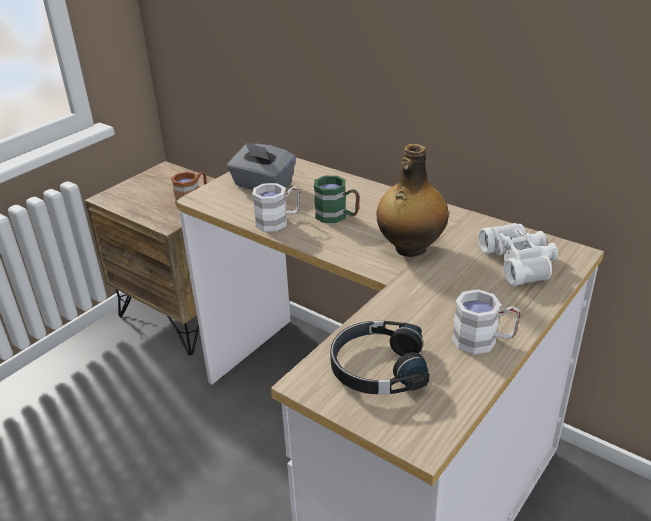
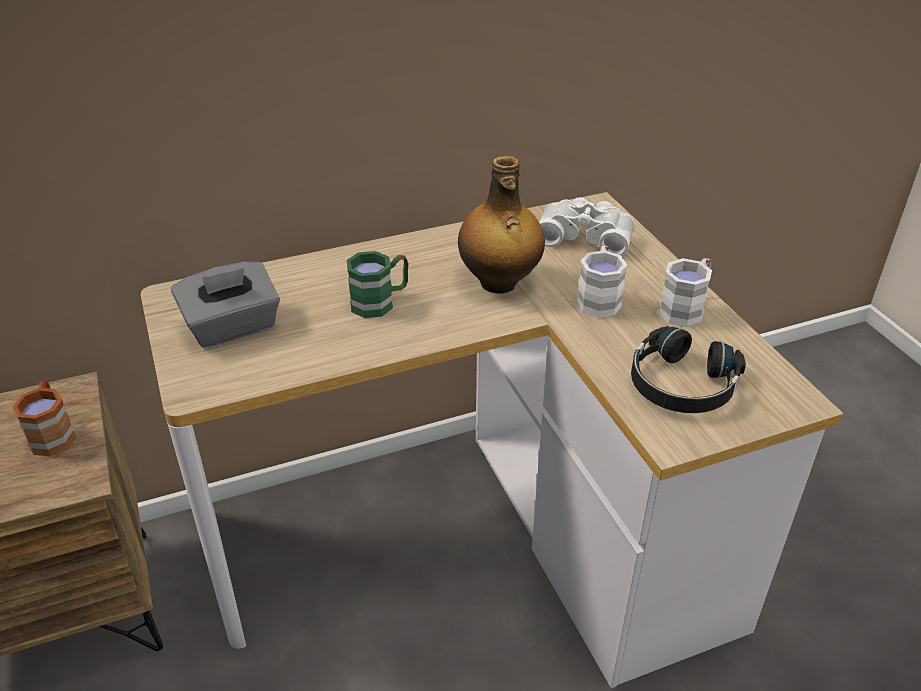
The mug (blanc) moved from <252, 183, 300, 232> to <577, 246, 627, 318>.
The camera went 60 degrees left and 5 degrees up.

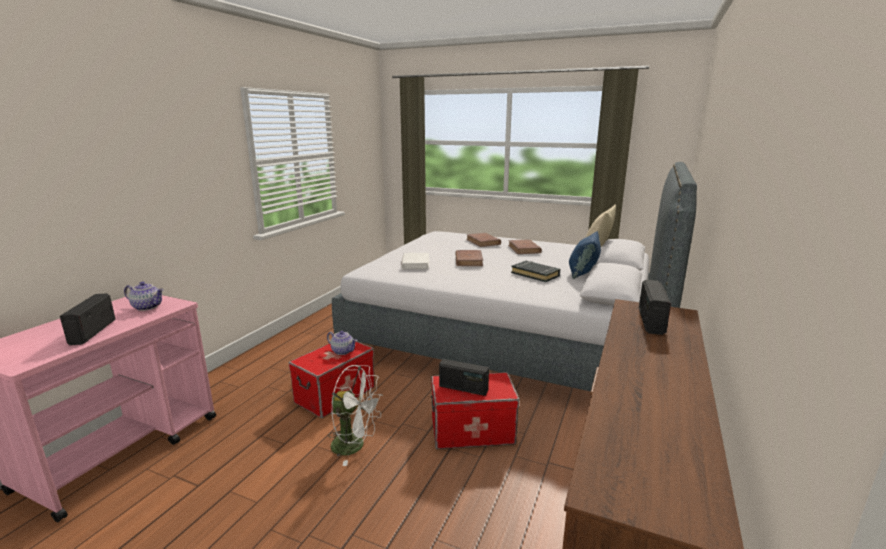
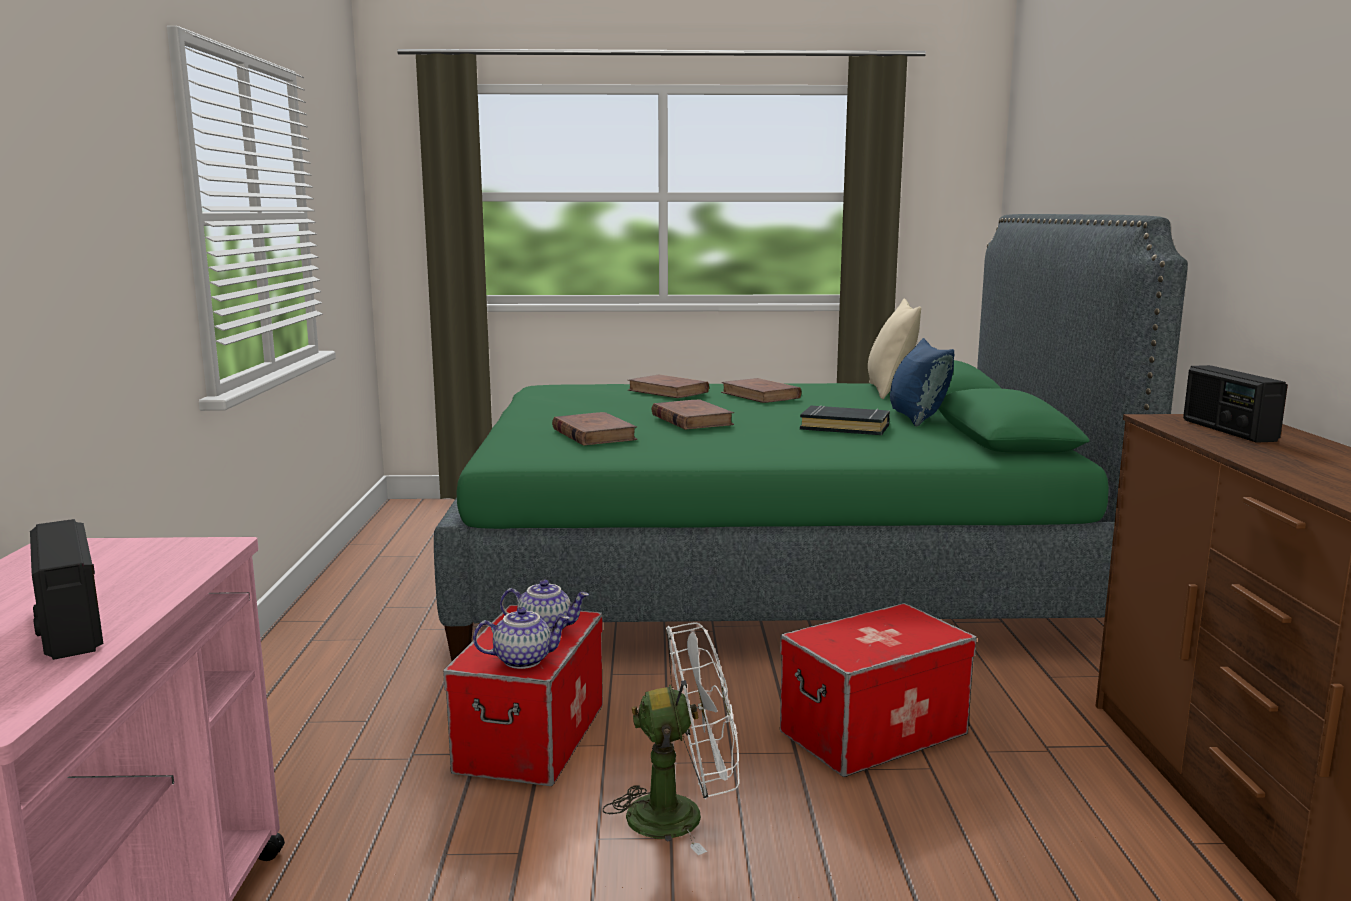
The lit (gris) at <332, 162, 697, 391> became the lit (vert) at <434, 214, 1188, 661>.
The théière moved from <124, 282, 164, 311> to <473, 607, 570, 669>.
The livre (blanc) at <401, 253, 429, 269> became the livre (marron) at <552, 412, 637, 446>.
The radio at <439, 359, 489, 396> disappeared.
The camera went 25 degrees left and 5 degrees down.

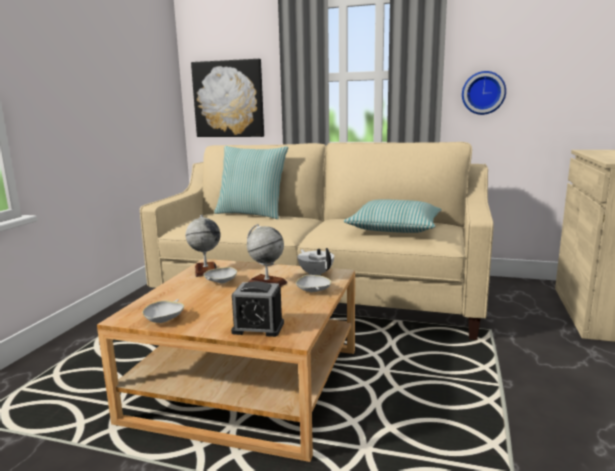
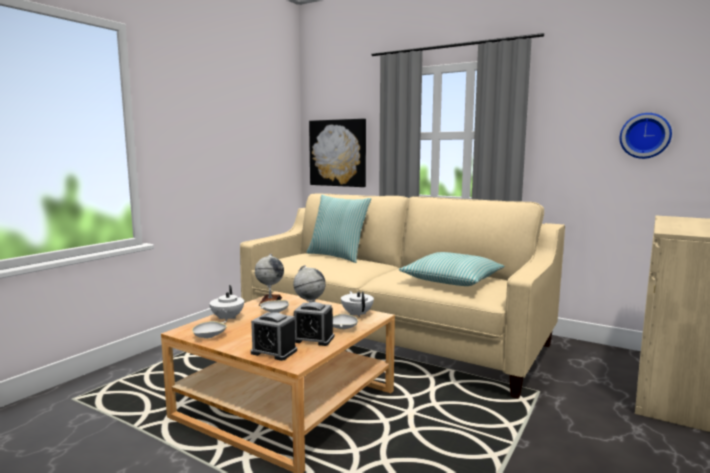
The théière (blanc) at <209, 285, 244, 322> appeared.
The réveil at <294, 302, 334, 346> appeared.
The horloge murale moved from <462, 71, 506, 115> to <620, 113, 672, 159>.
The camera went 15 degrees right and 5 degrees down.

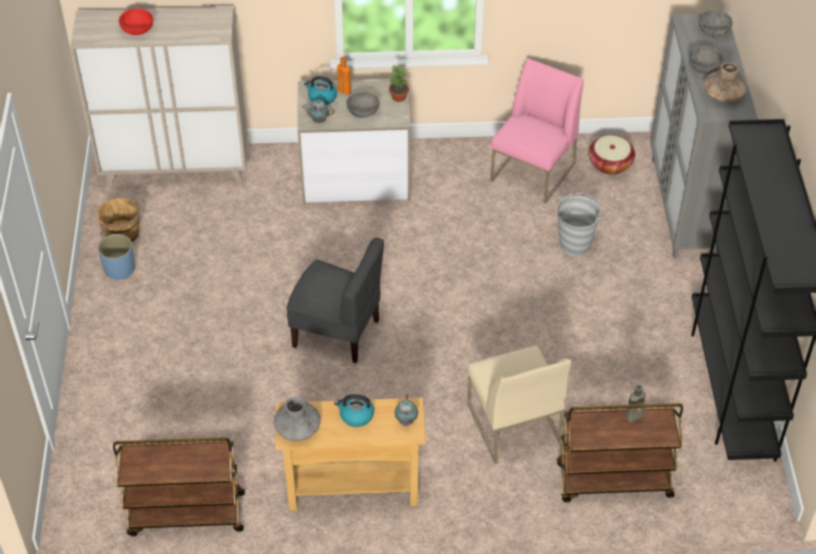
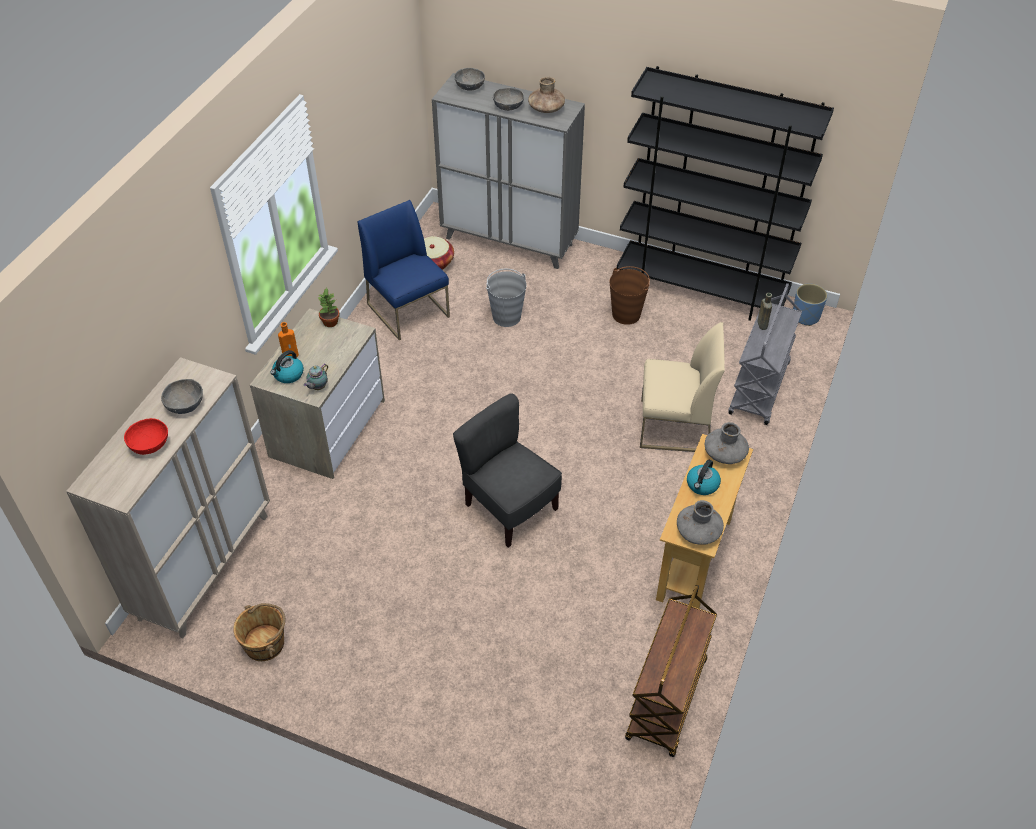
The bol (gris) moved from <346, 91, 380, 118> to <161, 379, 203, 414>.
The chaise (rose) at <490, 58, 584, 204> became the chaise (bleu) at <358, 200, 450, 340>.
The chaise (gris) at <286, 238, 384, 363> turned 90 degrees counterclockwise.
The seau (marron) at <610, 266, 650, 325> appeared.
The théière at <395, 394, 418, 426> was replaced by the vase (gris) at <705, 422, 749, 464>.
The chariot (marron) at <557, 403, 683, 502> became the chariot (gris) at <728, 283, 802, 425>.
The cache-pot (bleu) moved from <98, 234, 135, 280> to <793, 284, 827, 326>.
The camera went 65 degrees left and 0 degrees up.

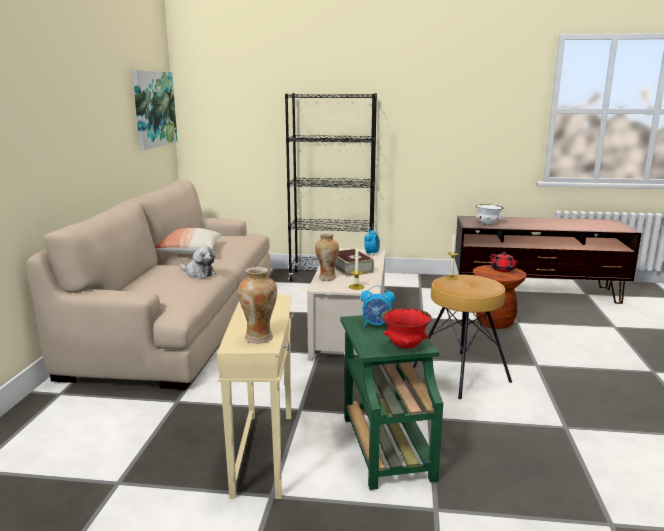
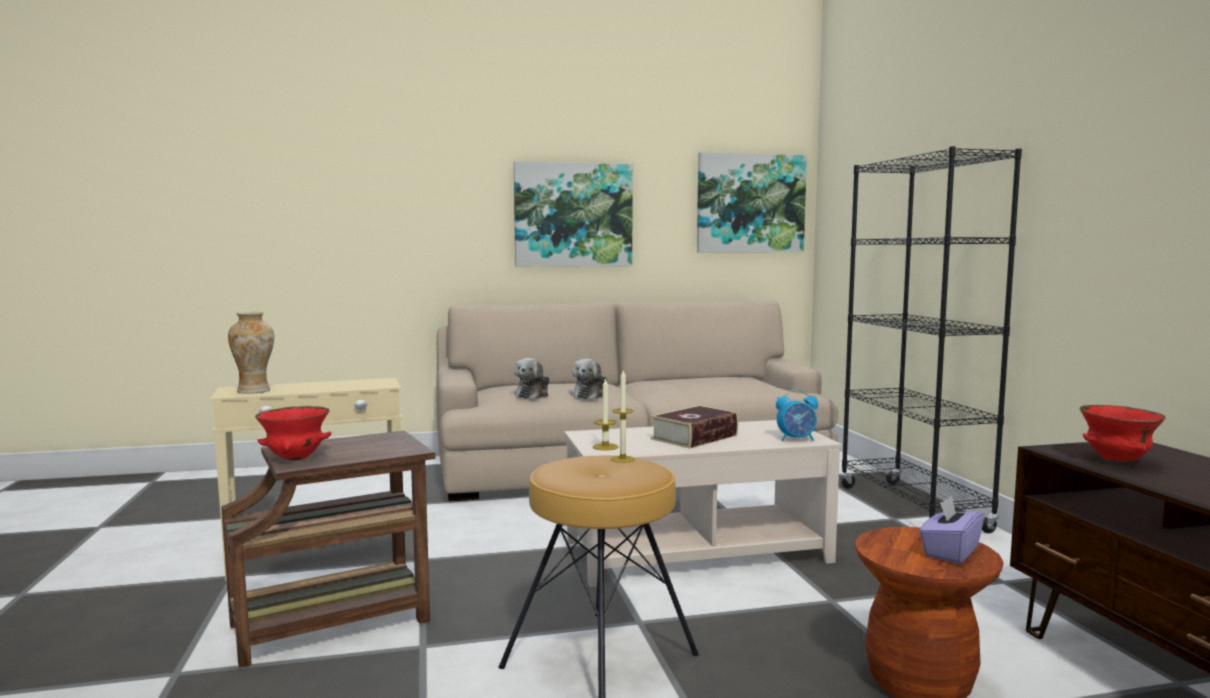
The table d'appoint (vert) at <340, 315, 443, 490> became the table d'appoint (marron) at <221, 431, 435, 668>.
The tableau at <514, 161, 633, 267> appeared.
The peluche at <514, 358, 549, 399> appeared.
The théière (rouge) at <490, 252, 519, 272> was replaced by the boîte à mouchoirs (violet) at <919, 495, 984, 564>.
The bol (blanc) at <476, 204, 503, 225> became the bol (rouge) at <1080, 405, 1166, 462>.
The coussin at <155, 228, 221, 254> disappeared.
The vase at <315, 233, 339, 281> disappeared.
The réveil at <361, 285, 395, 327> disappeared.
The camera went 70 degrees right and 10 degrees down.

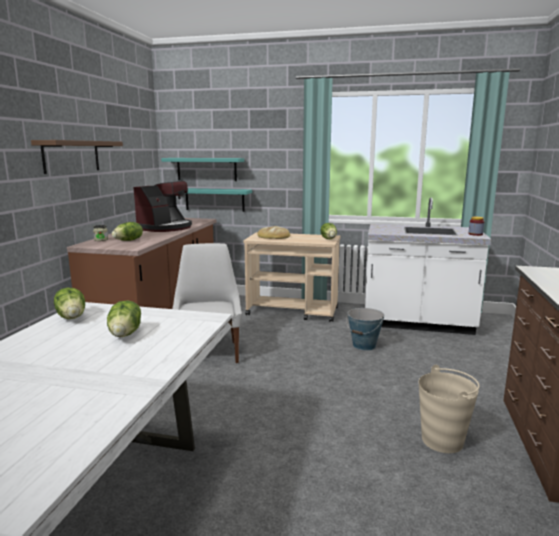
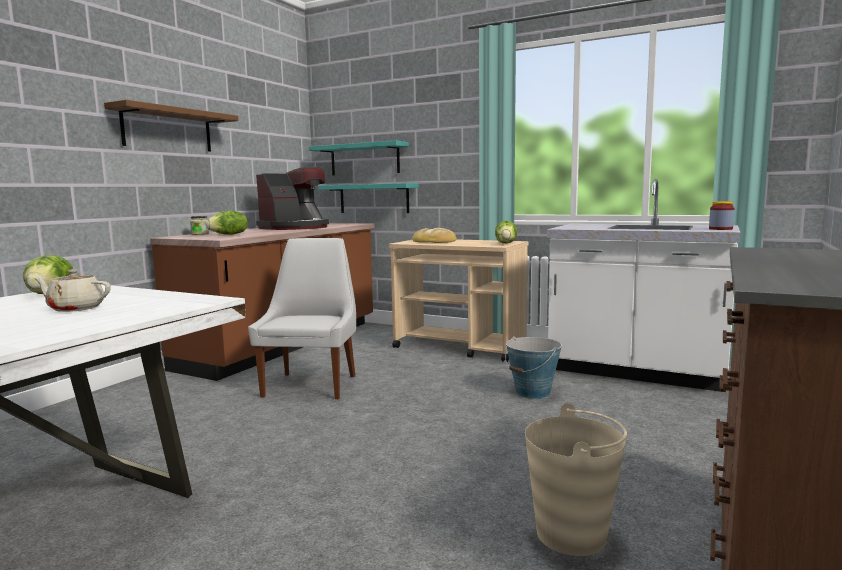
The laitue at <107, 301, 141, 337> was replaced by the théière (beige) at <34, 269, 111, 312>.
The camera went 15 degrees right and 5 degrees down.

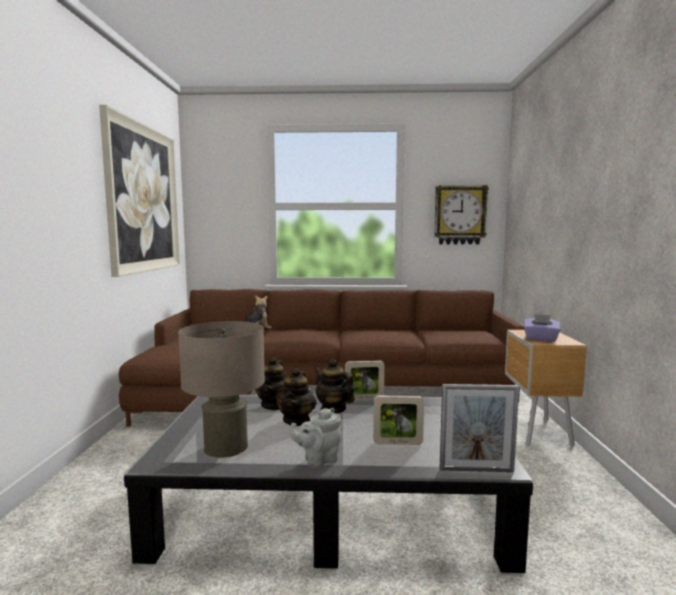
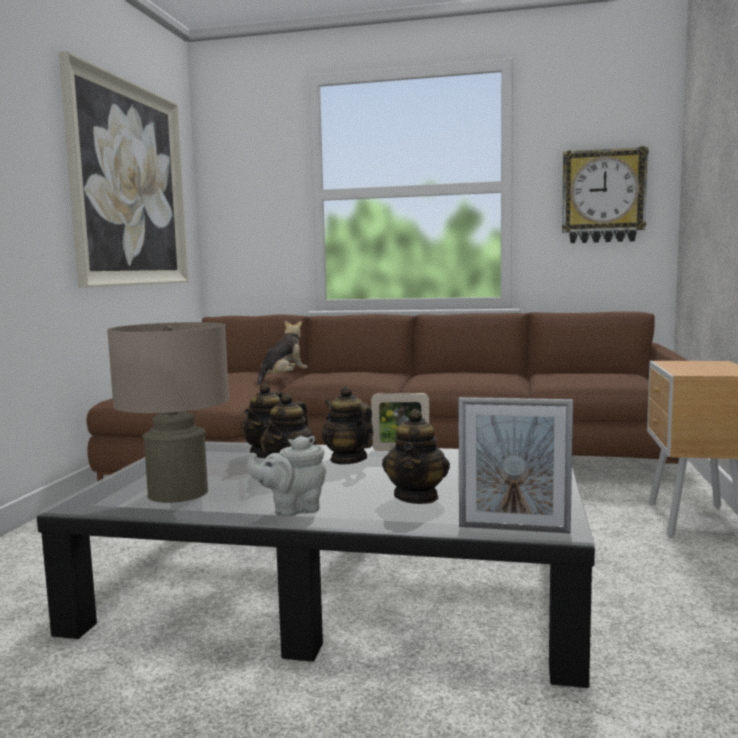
The cadre photo at <373, 395, 424, 445> was replaced by the théière at <382, 409, 450, 504>.
The boîte à mouchoirs (violet) at <524, 314, 560, 342> disappeared.
The camera went 10 degrees right and 0 degrees up.

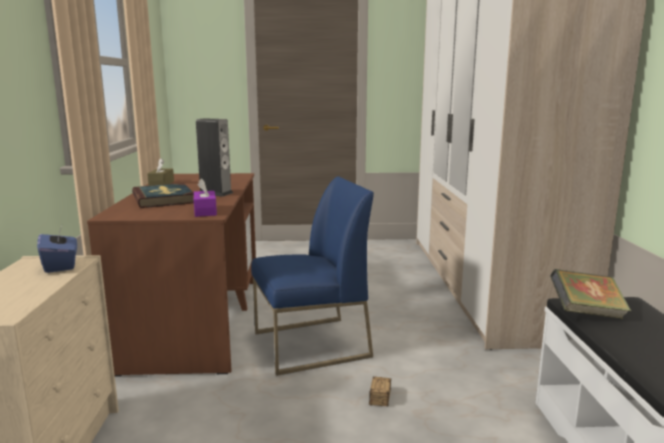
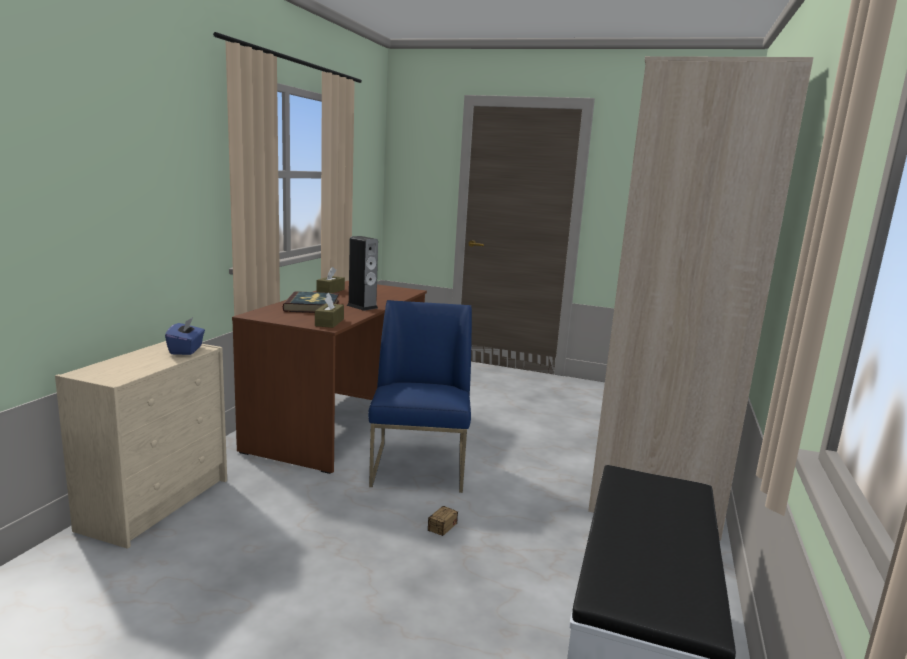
The boîte à mouchoirs (violet) at <194, 178, 217, 217> became the boîte à mouchoirs (marron) at <315, 293, 344, 328>.
The chaise (bleu) at <251, 176, 374, 376> turned 90 degrees counterclockwise.
The livre at <550, 269, 631, 319> disappeared.
The camera went 20 degrees right and 0 degrees up.

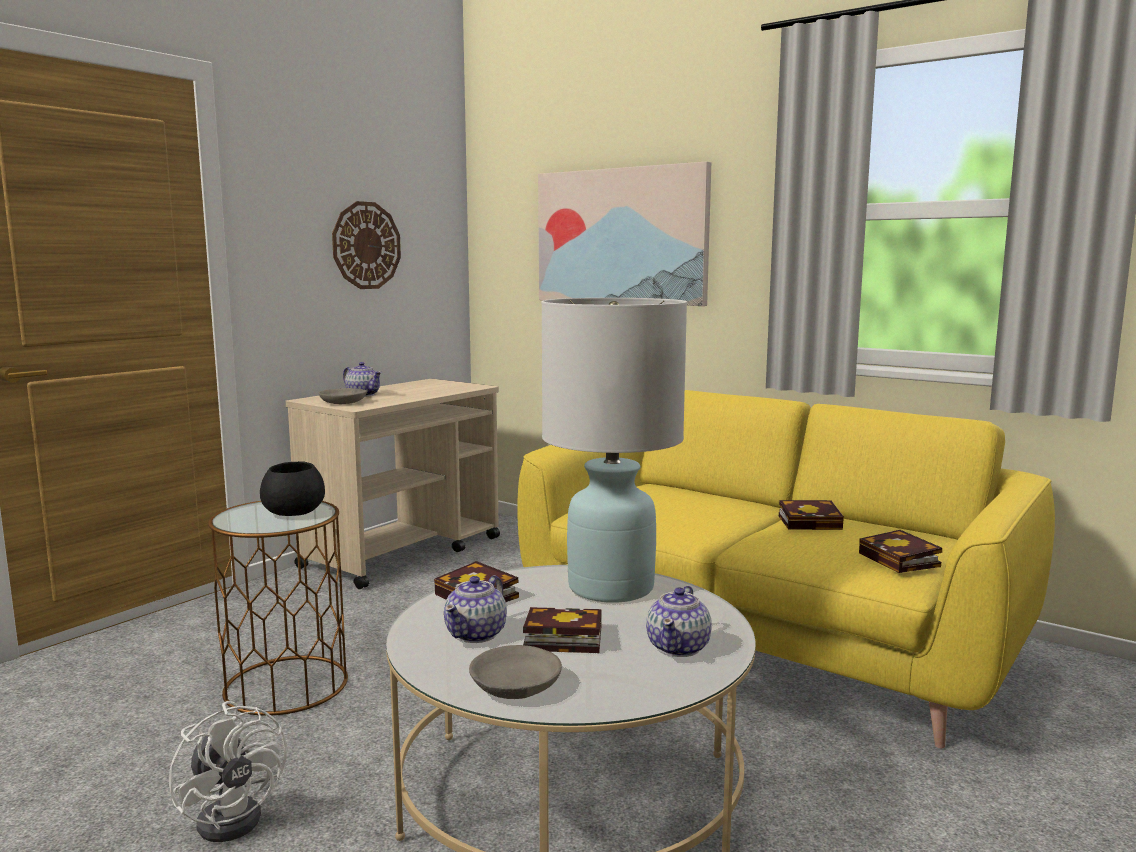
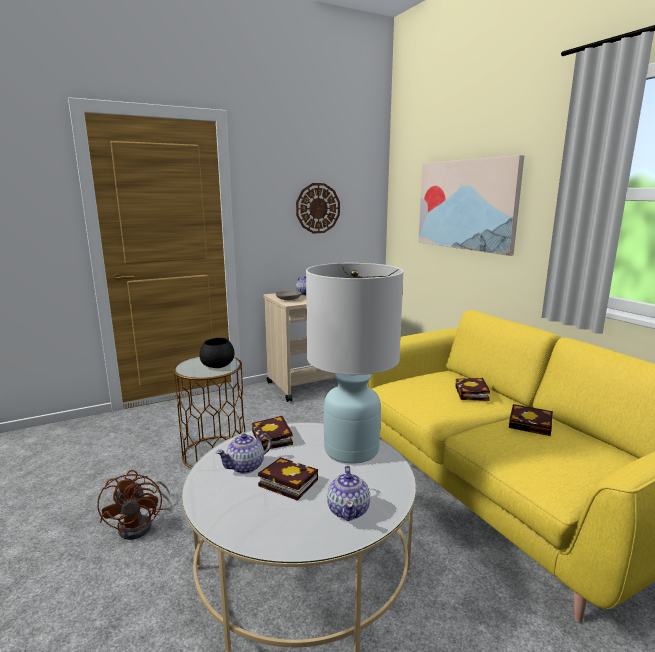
The ventilateur (blanc) at <169, 701, 287, 842> became the ventilateur (marron) at <97, 470, 171, 540>.
The théière at <646, 586, 712, 657> turned 45 degrees counterclockwise.
The livre moved from <859, 530, 942, 573> to <455, 378, 490, 401>.
The bol (gris) at <469, 645, 562, 699> disappeared.
The camera went 25 degrees right and 5 degrees up.

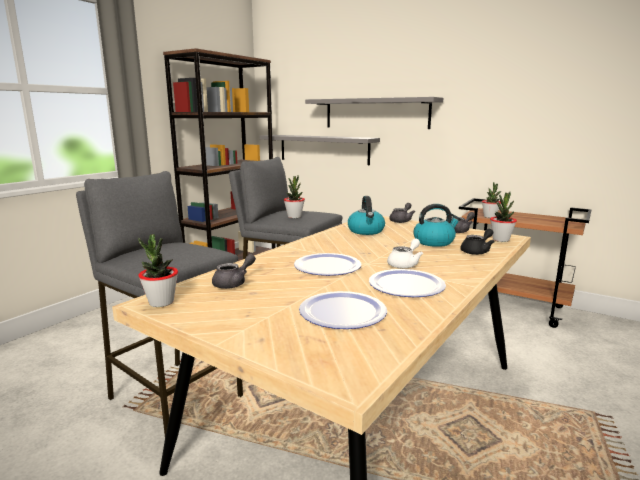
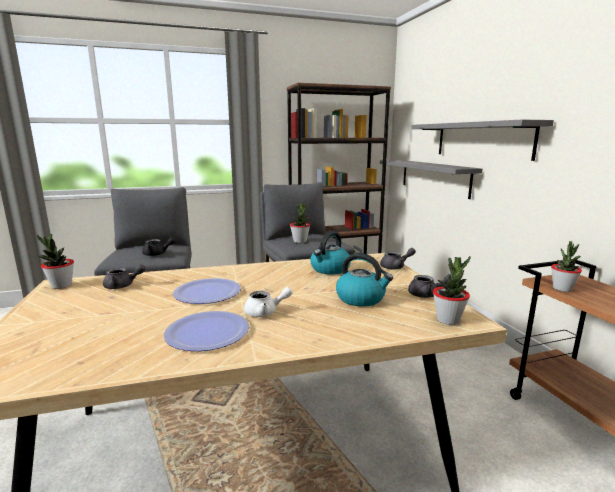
The théière (noir) moved from <461, 229, 495, 255> to <142, 237, 176, 256>.
The assiette at <299, 291, 387, 329> disappeared.
The camera went 40 degrees right and 0 degrees up.

